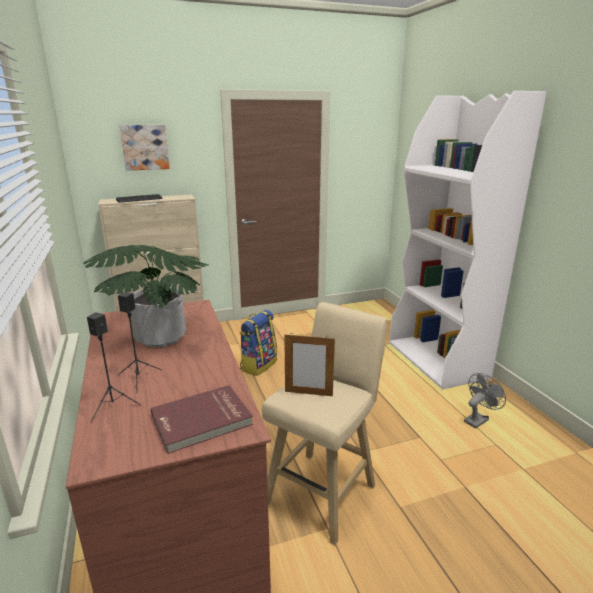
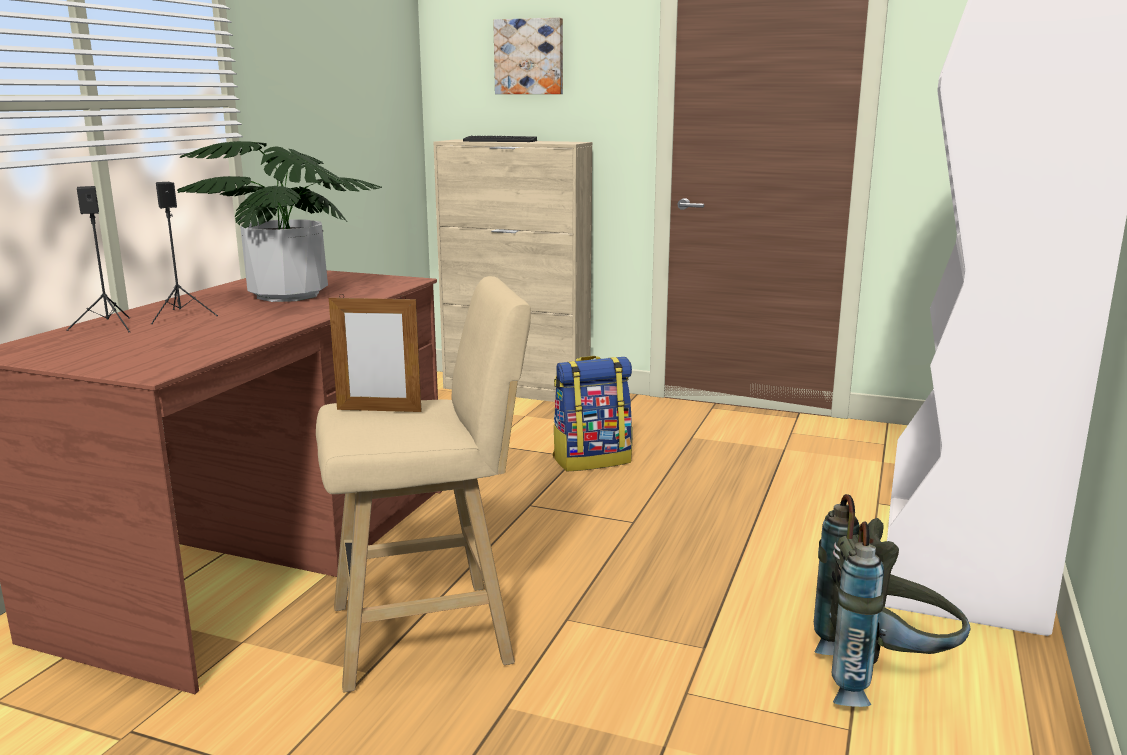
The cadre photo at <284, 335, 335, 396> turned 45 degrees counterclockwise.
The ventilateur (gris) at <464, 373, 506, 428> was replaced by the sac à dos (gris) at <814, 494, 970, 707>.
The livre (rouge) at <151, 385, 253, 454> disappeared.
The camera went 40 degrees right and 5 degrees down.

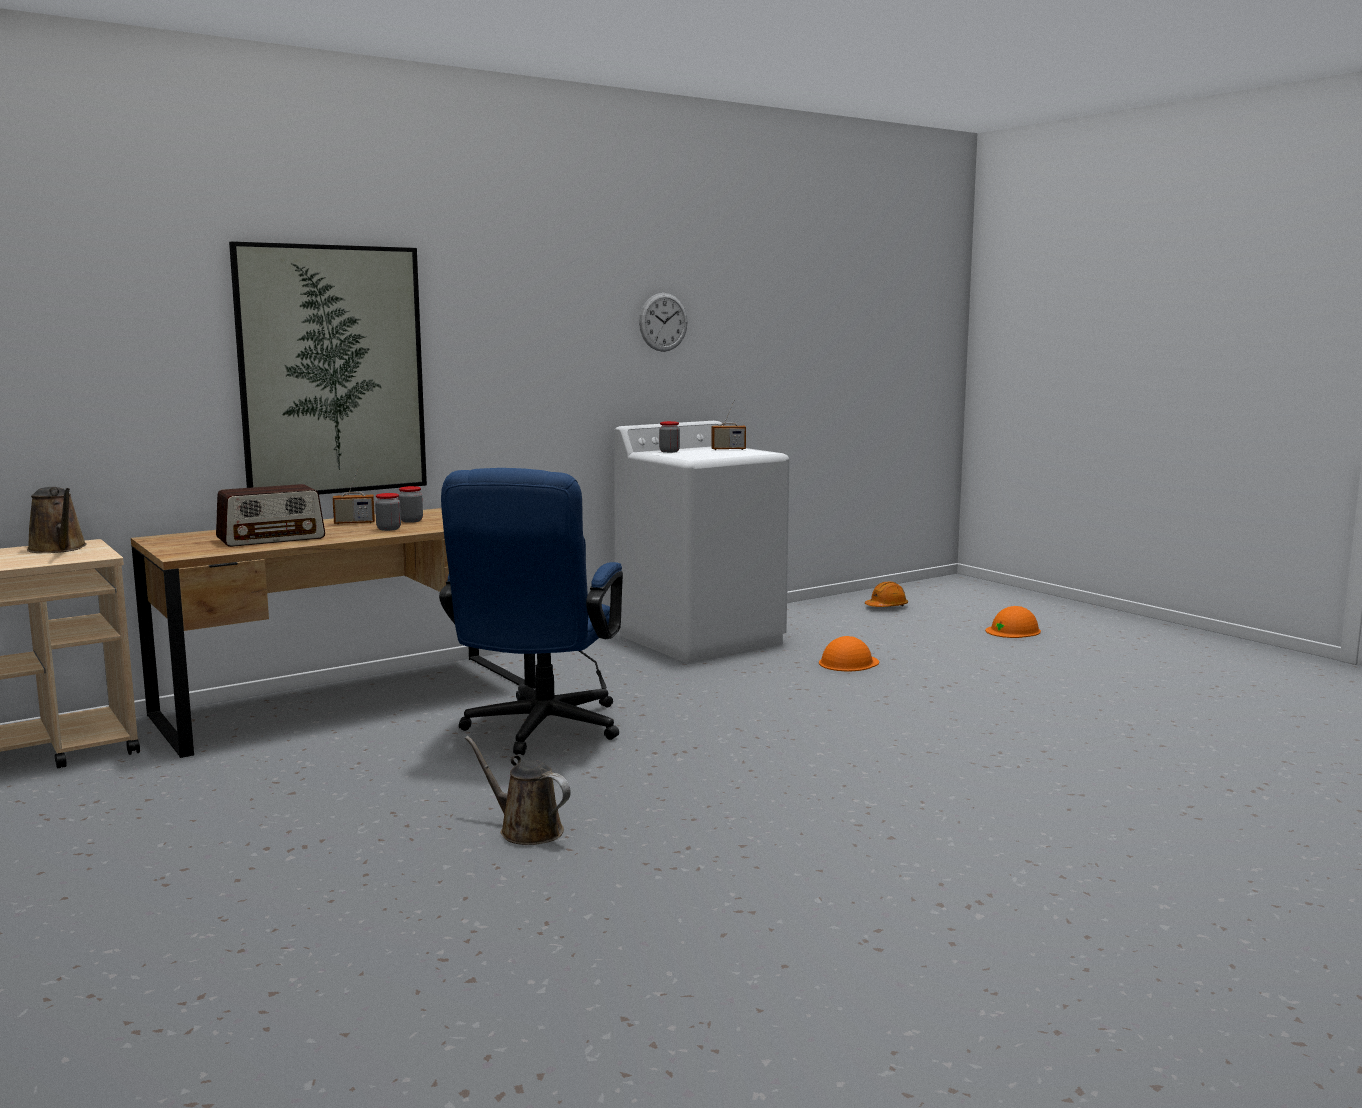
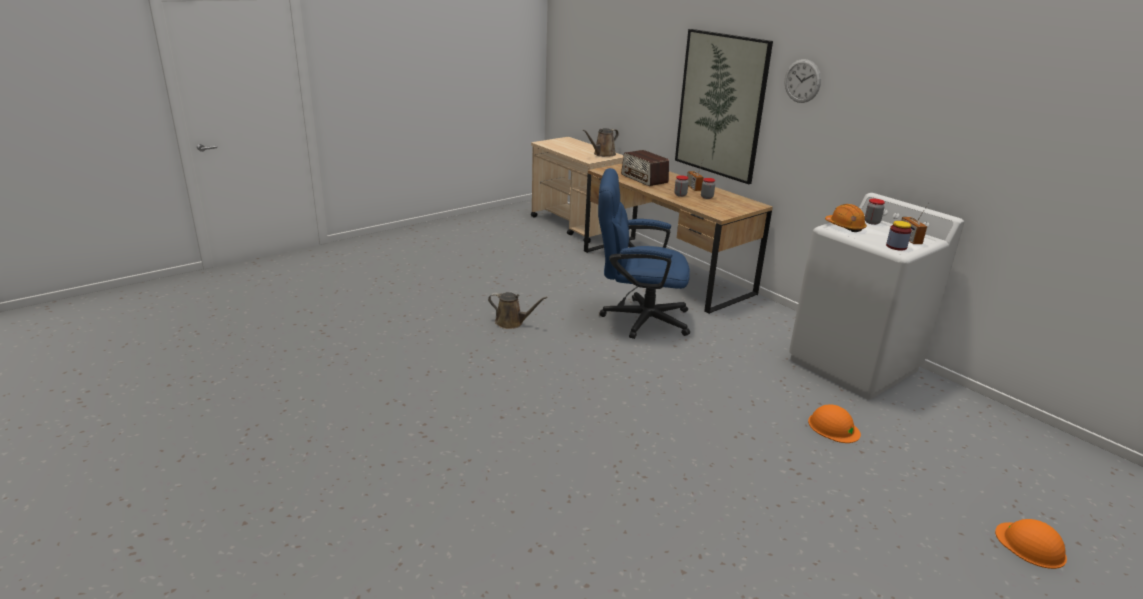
The arrosoir (marron) at <465, 736, 571, 845> turned 75 degrees clockwise.
The horloge murale moved from <639, 293, 688, 352> to <784, 59, 821, 103>.
The casque de chantier (orange) moved from <865, 582, 908, 607> to <825, 204, 867, 232>.
The bocal at <886, 221, 912, 251> appeared.
The camera went 85 degrees right and 15 degrees up.

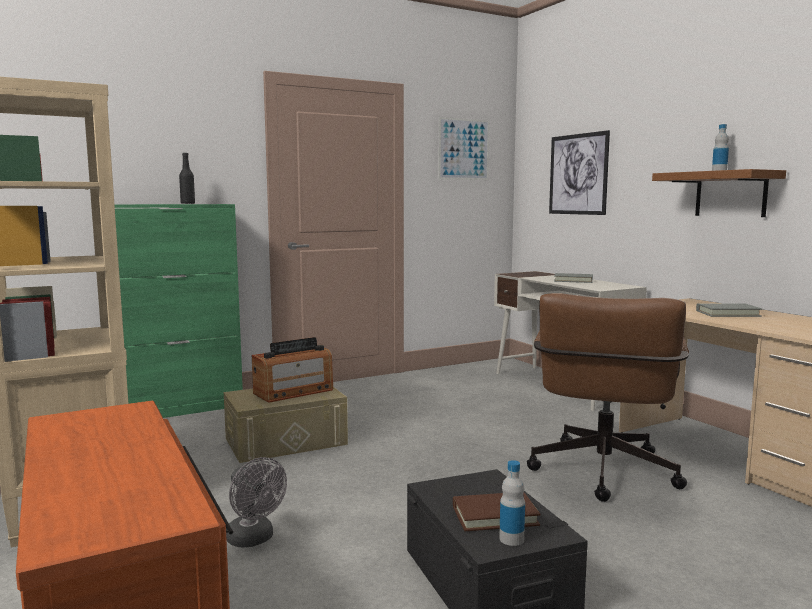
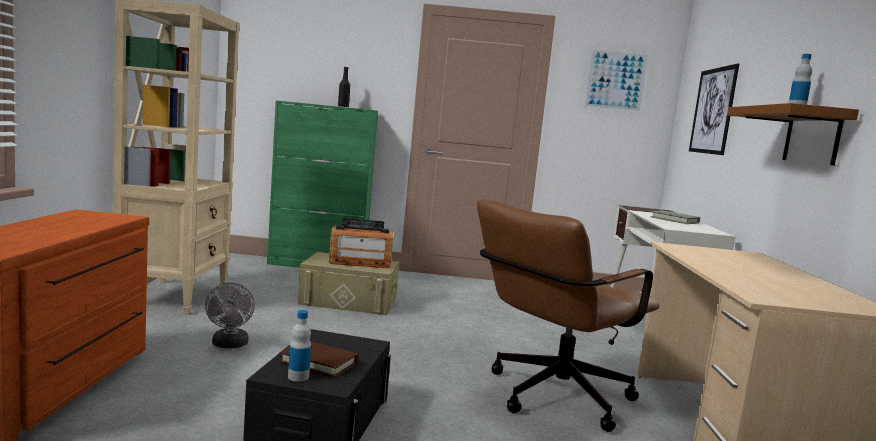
The livre (gris) at <696, 303, 762, 317> disappeared.
The camera went 30 degrees right and 0 degrees up.

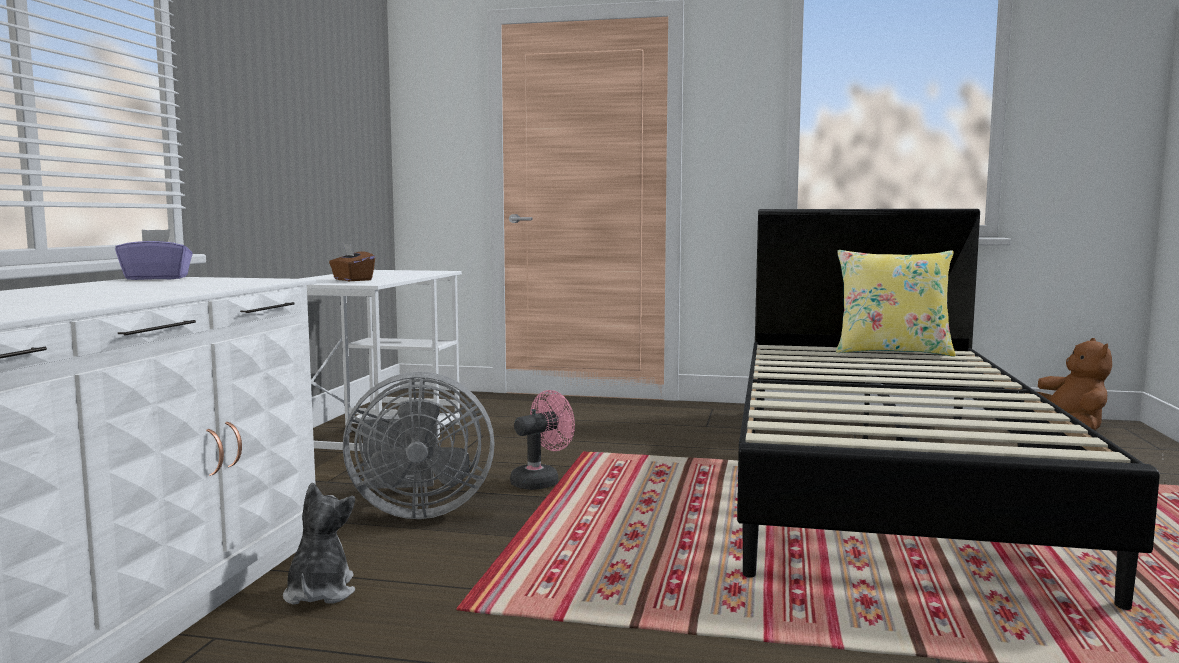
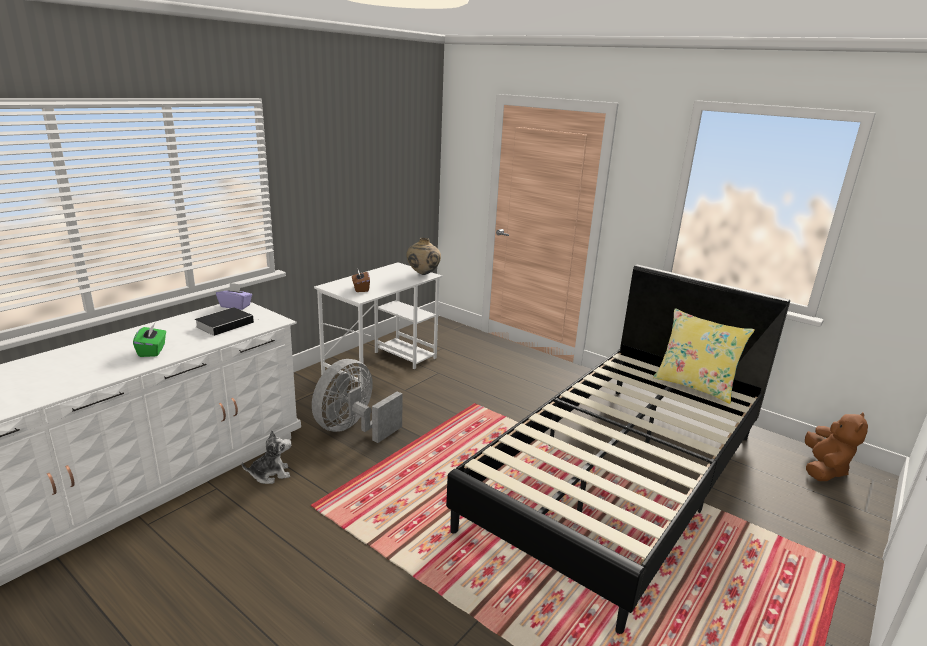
The boîte à mouchoirs (vert) at <133, 323, 166, 357> appeared.
The livre at <195, 307, 259, 336> appeared.
The peluche at <283, 483, 355, 604> turned 45 degrees clockwise.
The ventilateur (gris) at <343, 372, 495, 519> turned 105 degrees clockwise.
The vase (beige) at <406, 238, 441, 275> appeared.
The ventilateur (rose) at <510, 390, 575, 490> disappeared.
The camera went 25 degrees right and 15 degrees up.

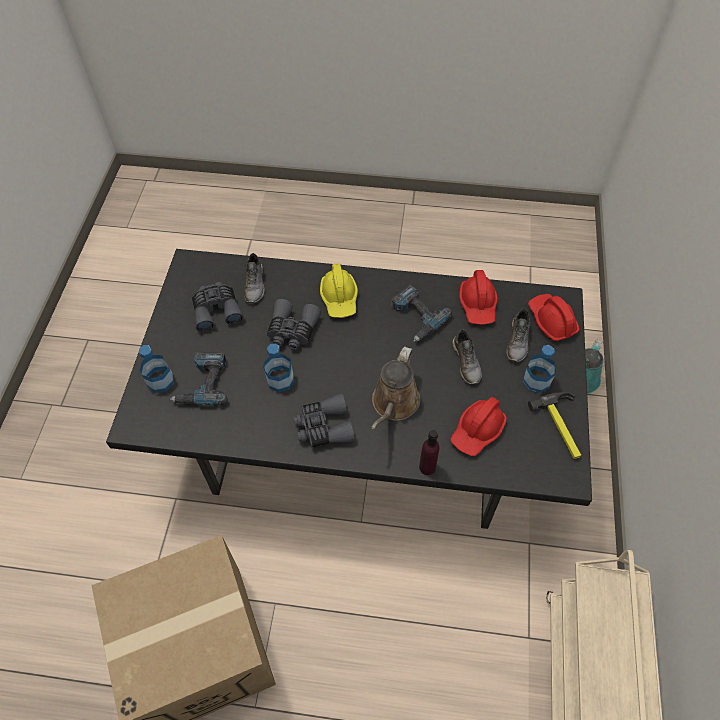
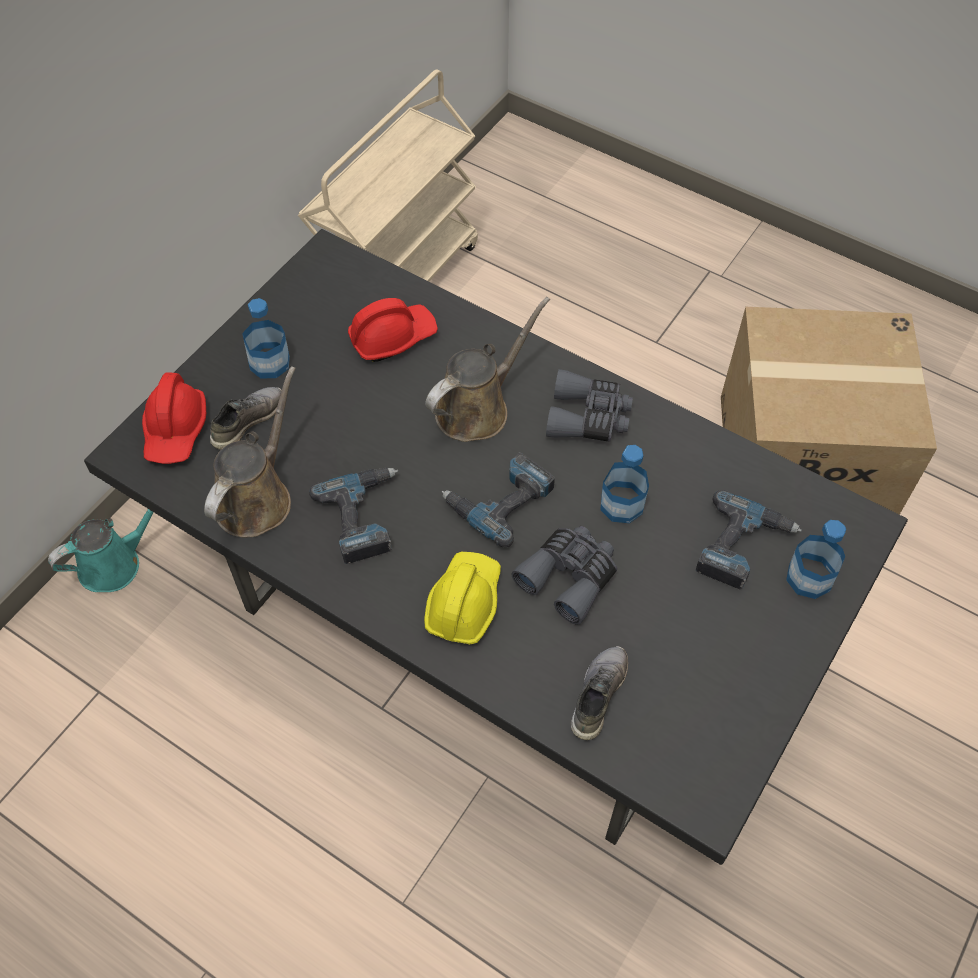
The casque de chantier (rouge) at <459, 270, 497, 325> was replaced by the arrosoir (marron) at <204, 366, 296, 538>.
The perceuse at <442, 452, 555, 548> appeared.
The jumelles (gris) at <192, 282, 244, 332> disappeared.
The bouteille (violet) at <419, 430, 439, 475> disappeared.
The chaussure (gris) at <452, 330, 482, 385> disappeared.
The marteau at <528, 392, 581, 459> disappeared.
The camera went 155 degrees left and 0 degrees up.

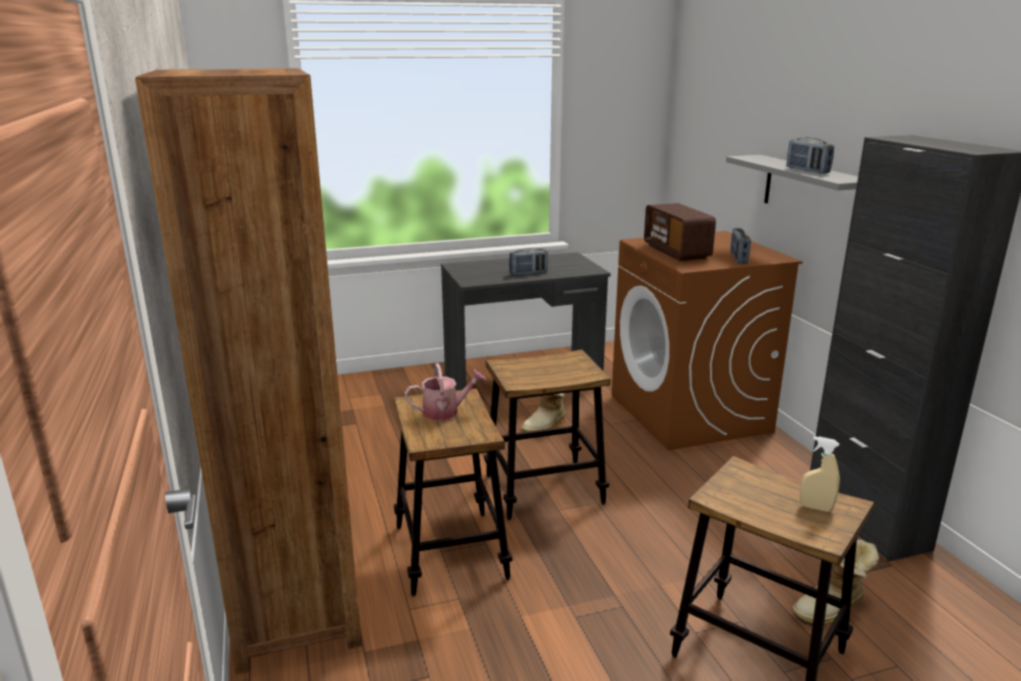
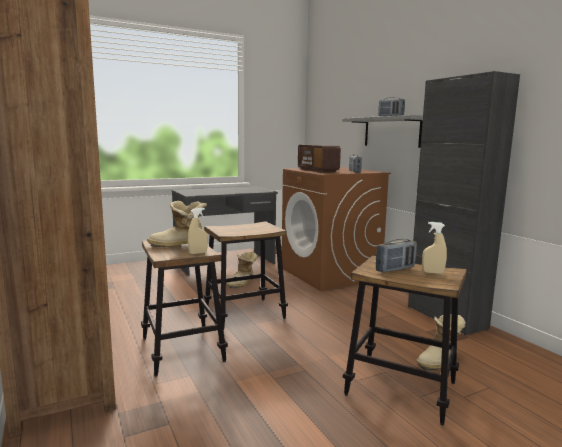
The arrosoir at <405, 363, 486, 420> was replaced by the botte at <147, 201, 207, 247>.
The vaporisateur (beige) at <188, 208, 208, 254> appeared.
The radio moved from <509, 248, 548, 275> to <376, 239, 417, 272>.
The camera went 10 degrees left and 10 degrees down.

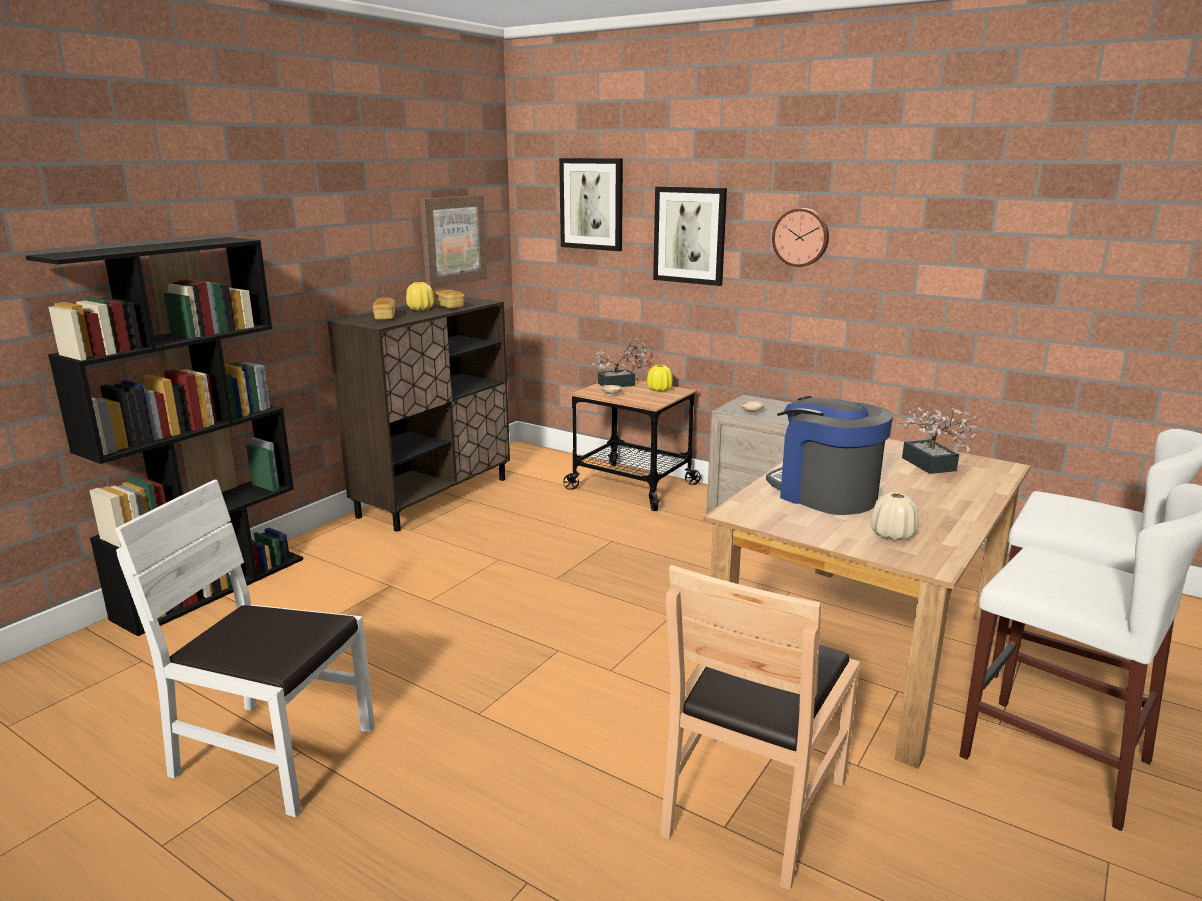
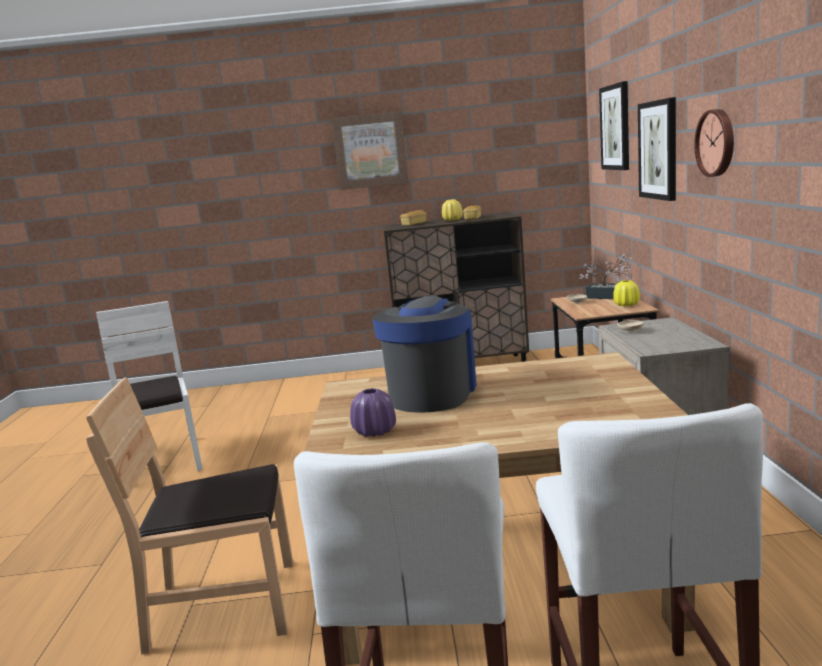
The tableau moved from <420, 195, 488, 289> to <331, 111, 409, 190>.
The vase (beige) at <871, 492, 919, 541> became the vase (violet) at <350, 388, 396, 437>.
The bibliothèque (noir) at <26, 237, 303, 636> disappeared.
The plante en pot at <896, 407, 982, 474> disappeared.
The camera went 55 degrees right and 5 degrees down.

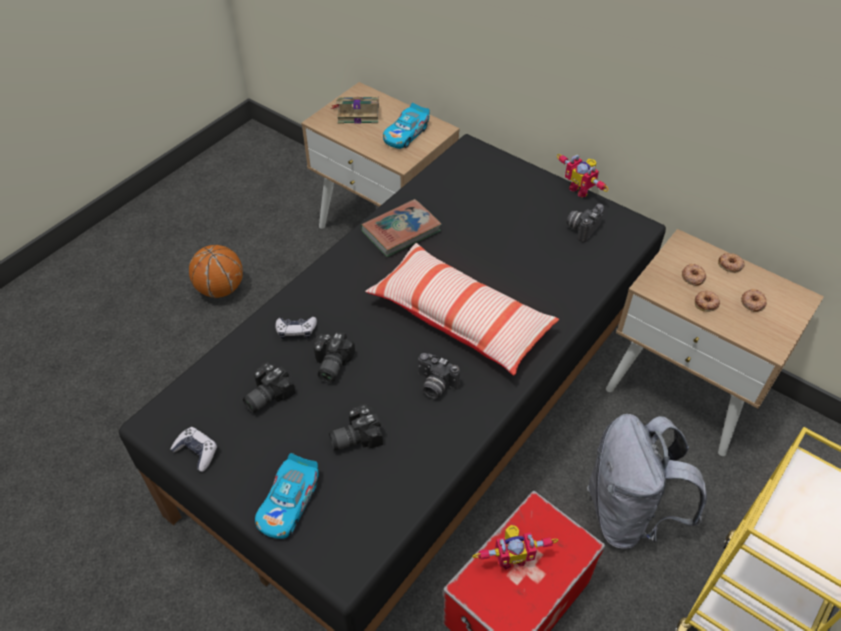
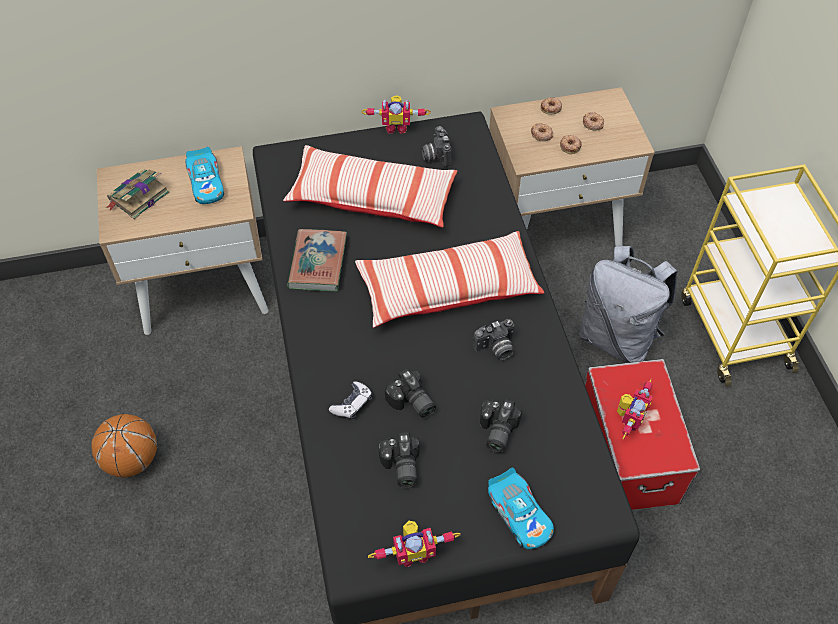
The coussin at <283, 145, 457, 228> appeared.
The manette at <170, 427, 217, 472> was replaced by the robot jouet at <368, 521, 460, 567>.
The camera went 50 degrees left and 5 degrees up.

